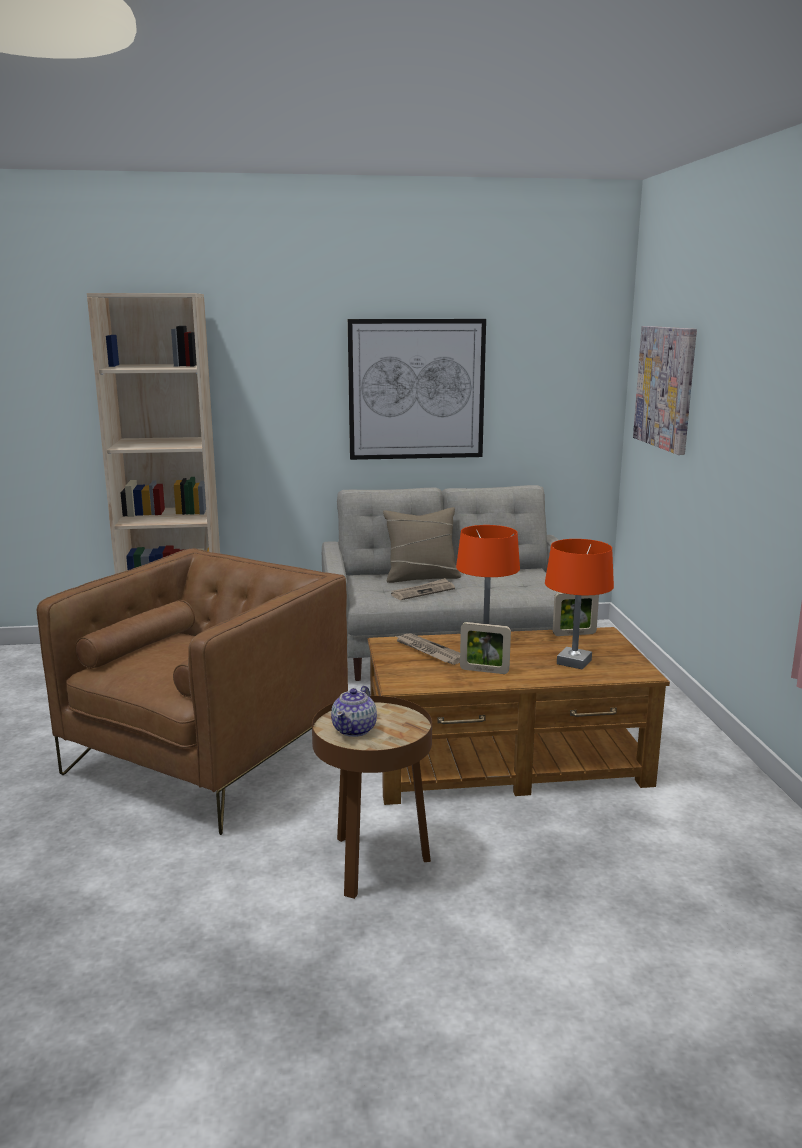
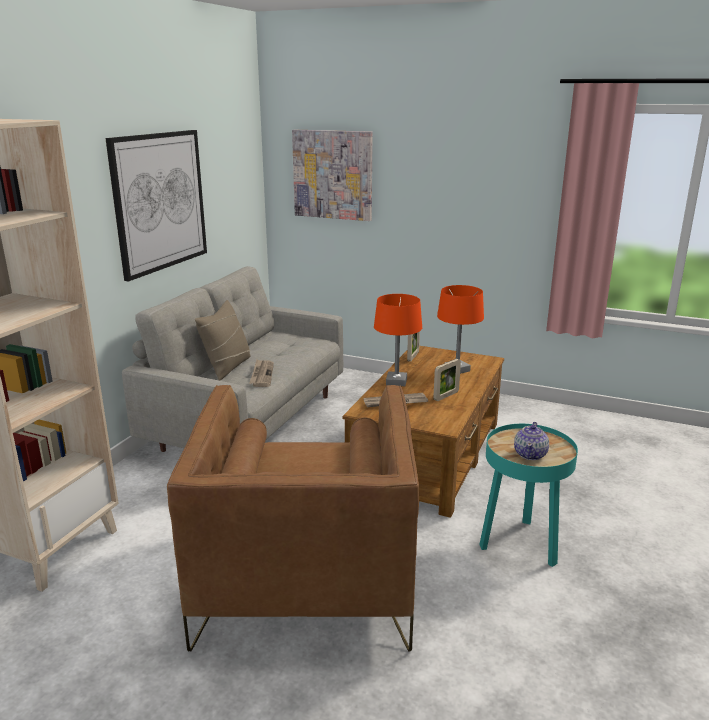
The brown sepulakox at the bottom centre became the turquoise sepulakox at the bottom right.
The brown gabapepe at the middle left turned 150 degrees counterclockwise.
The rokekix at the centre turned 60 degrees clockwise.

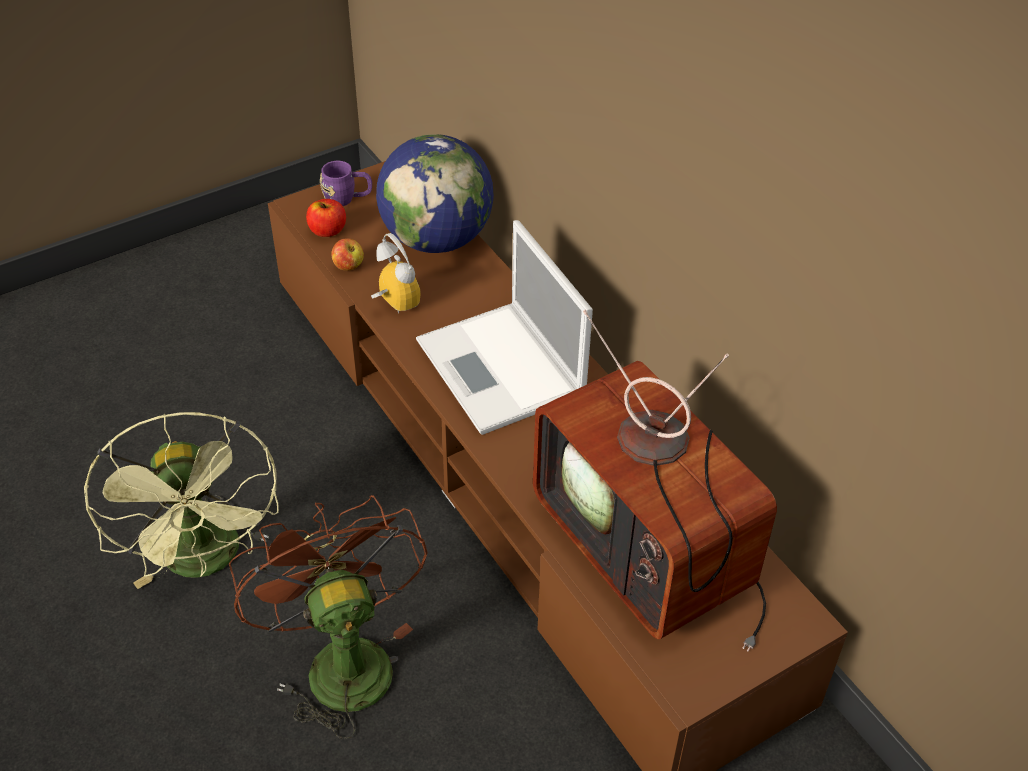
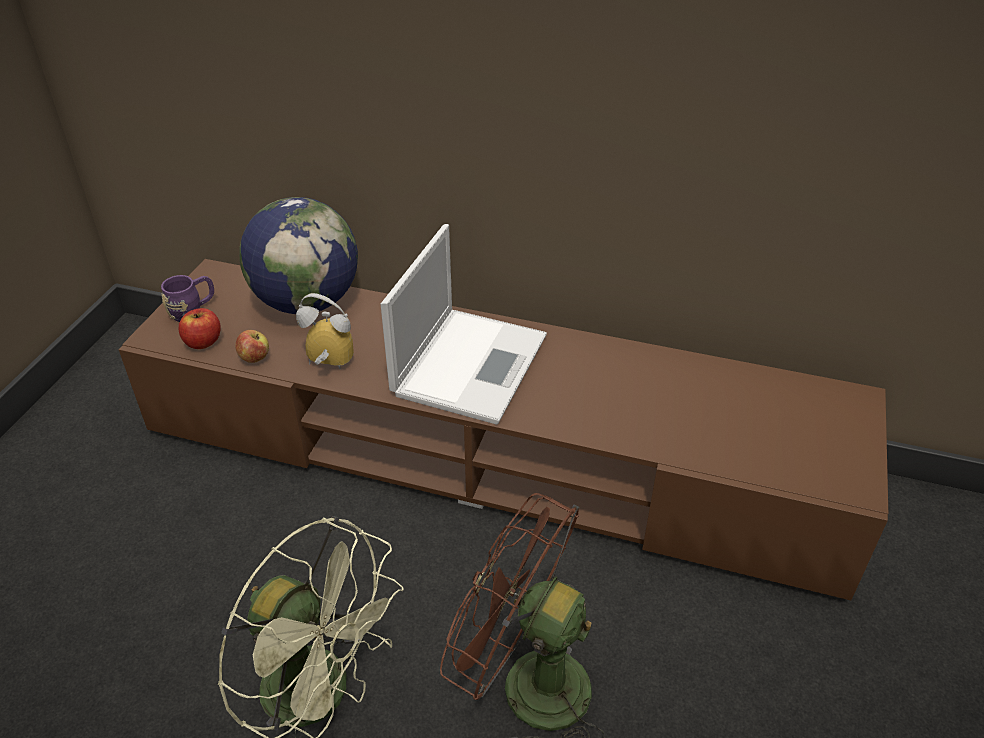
The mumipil at the centre disappeared.
The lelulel at the centre turned 90 degrees counterclockwise.

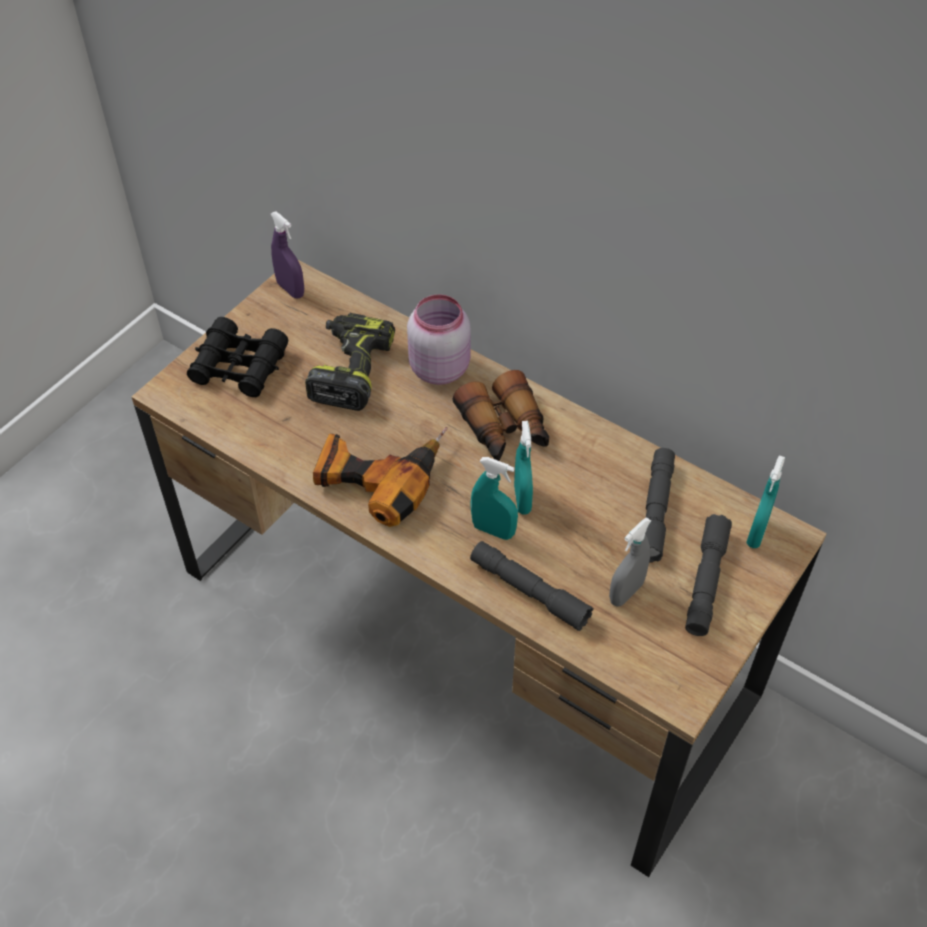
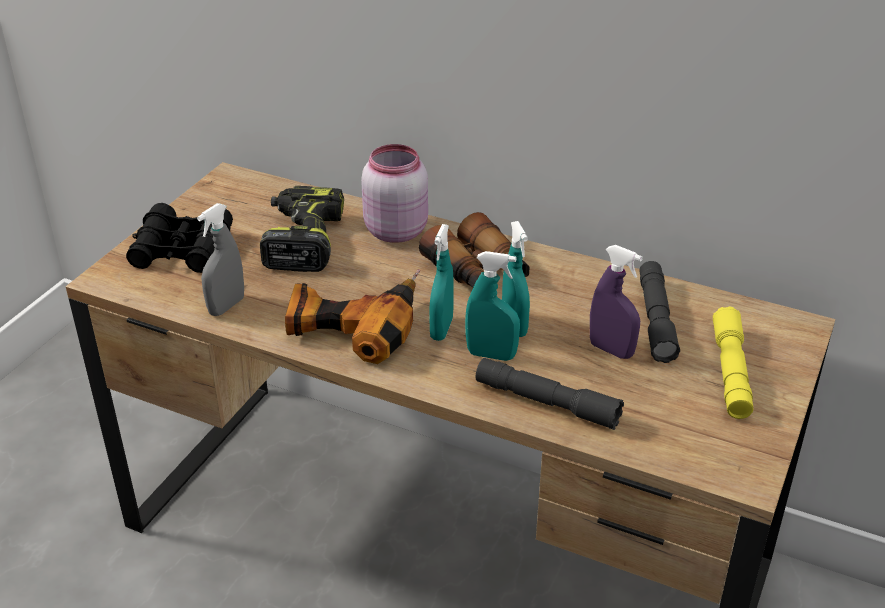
The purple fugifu moved from the top left to the middle right.
The grey fugifu moved from the middle right to the middle left.
The turquoise fugifu (3rd from left in the first image) moved from the middle right to the centre.
The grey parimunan (3rd from left) at the middle right became the yellow parimunan at the middle right.

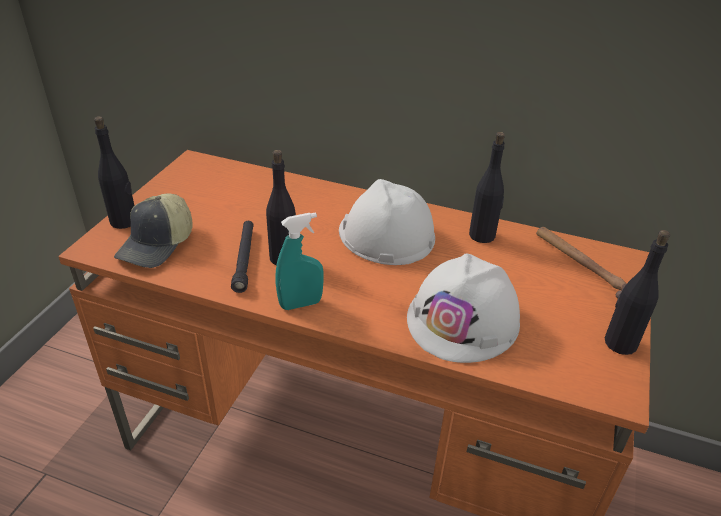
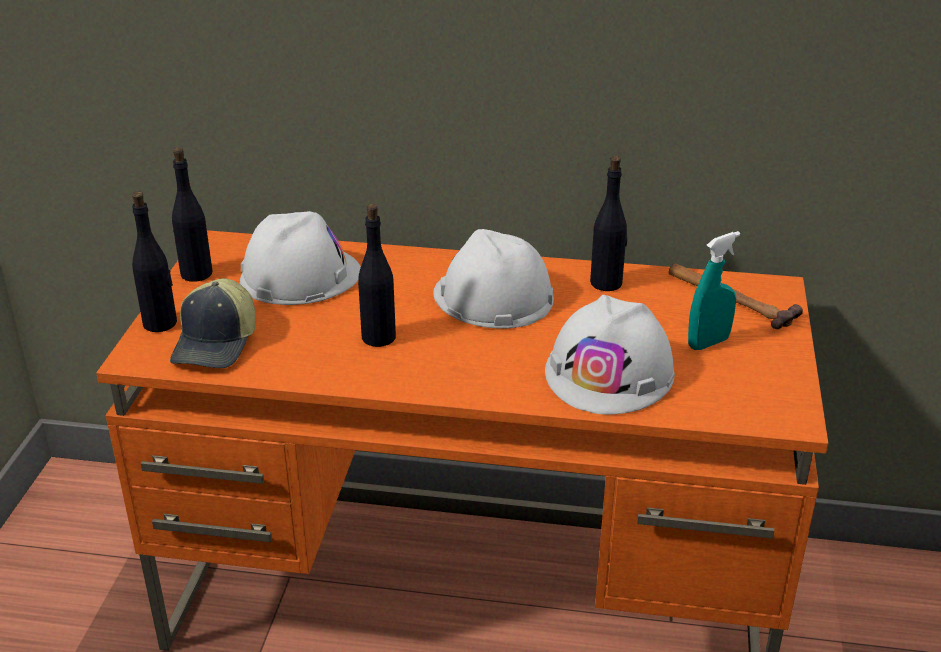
The black parimunan at the centre disappeared.
The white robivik (1st from left) at the middle left appeared.
The turquoise fugifu moved from the centre to the middle right.
The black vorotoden (4th from left in the first image) moved from the middle right to the top left.

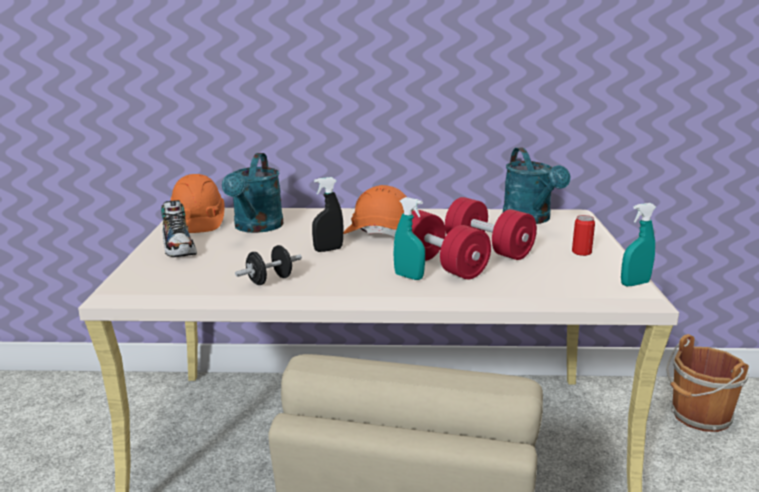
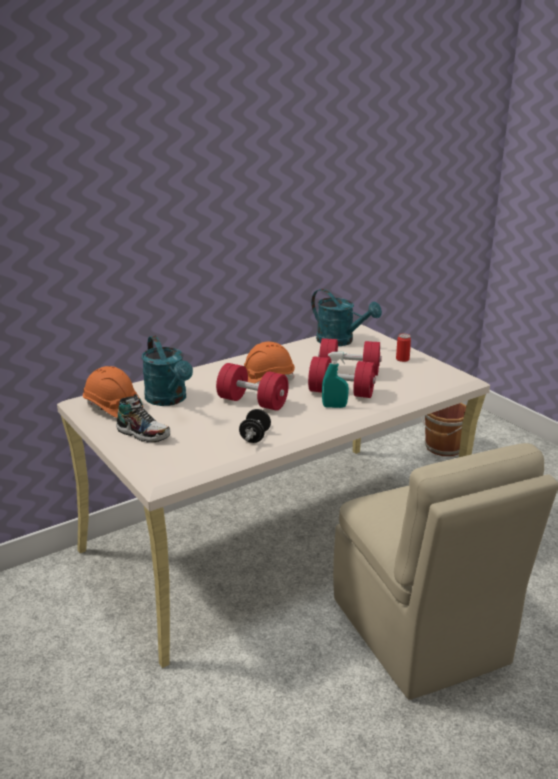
The turquoise fugifu (2nd from left) at the middle right disappeared.
The black fugifu at the centre was replaced by the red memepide (1st from left) at the centre.

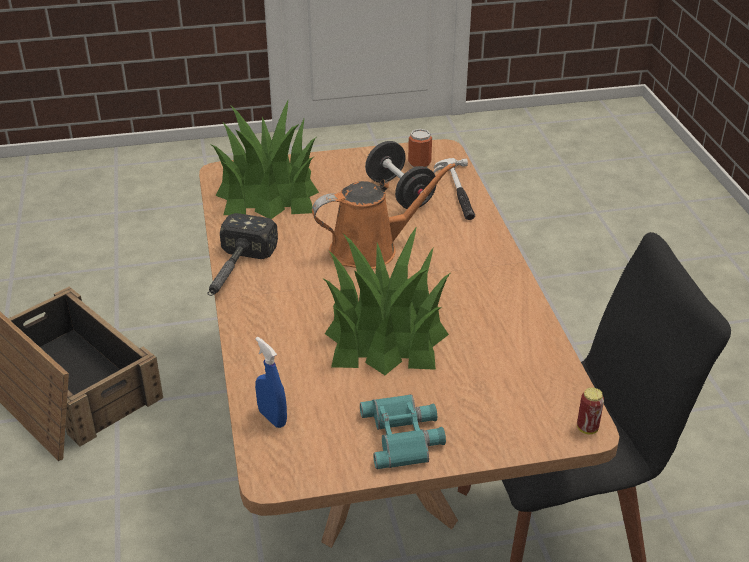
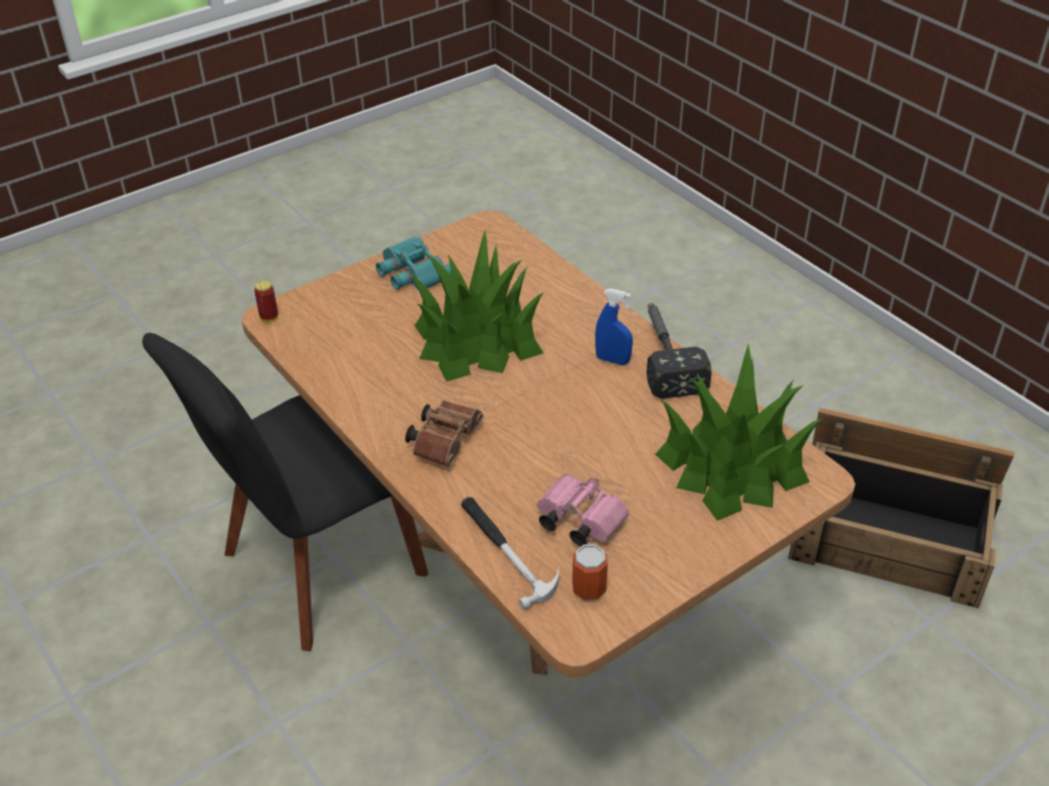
The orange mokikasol at the centre disappeared.
The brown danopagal at the centre appeared.
The blue fugifu moved from the bottom centre to the centre.
The black memepide at the top centre was replaced by the pink danopagal at the centre.

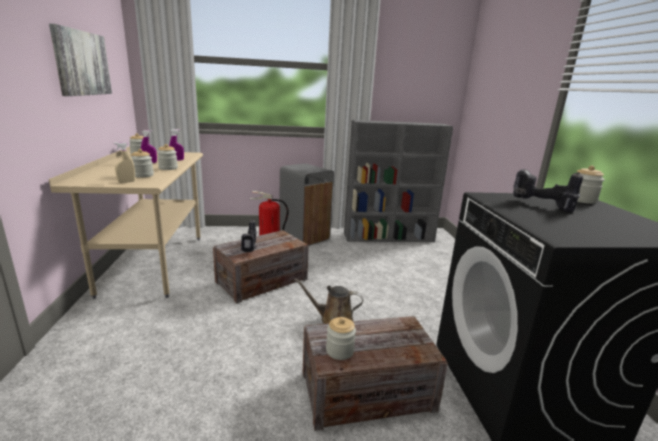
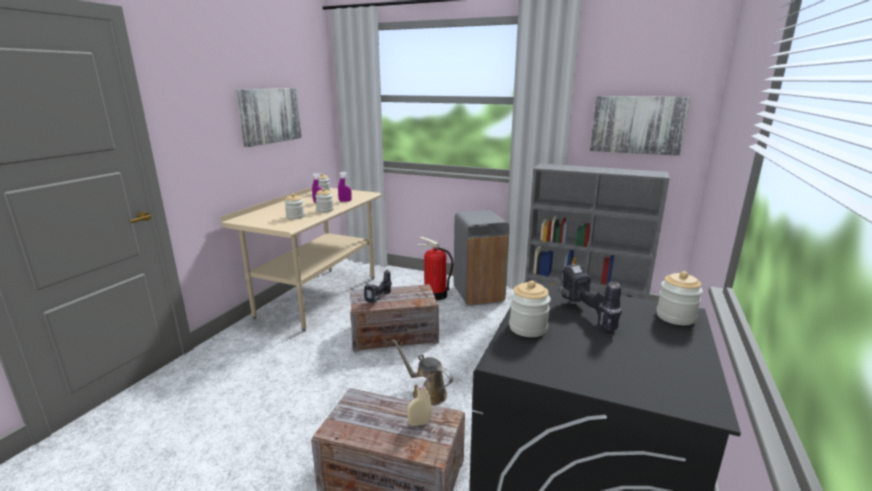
The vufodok (2nd from left) at the top right appeared.
The beige fugifu moved from the middle left to the bottom centre.
The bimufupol (4th from left) moved from the bottom centre to the centre.

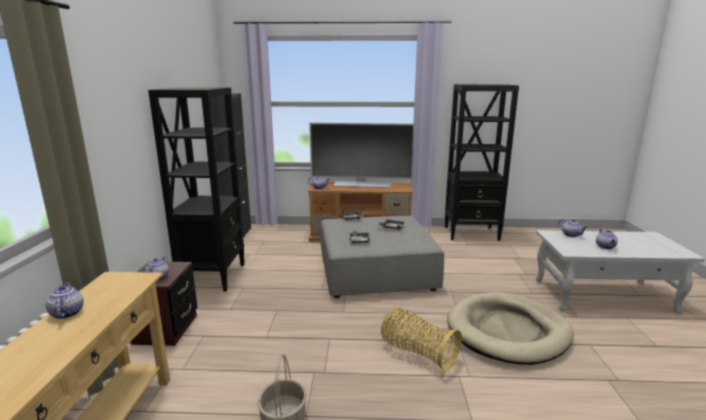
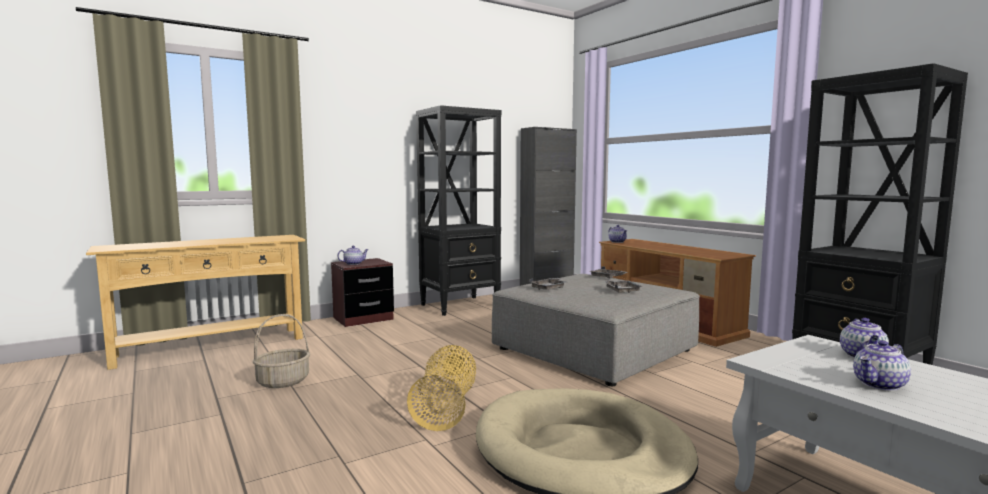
The rokekix (1st from left) at the bottom left disappeared.
The mumipil at the centre disappeared.

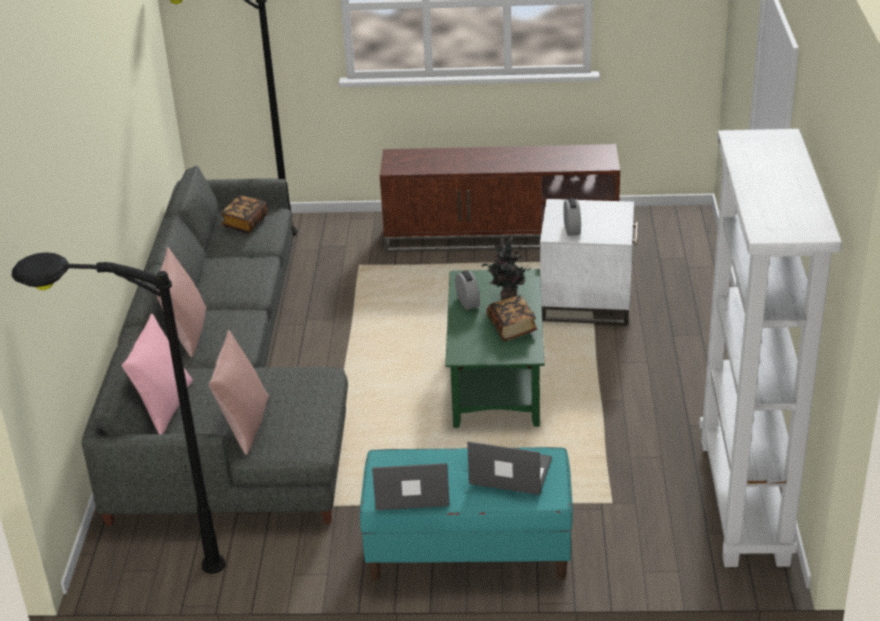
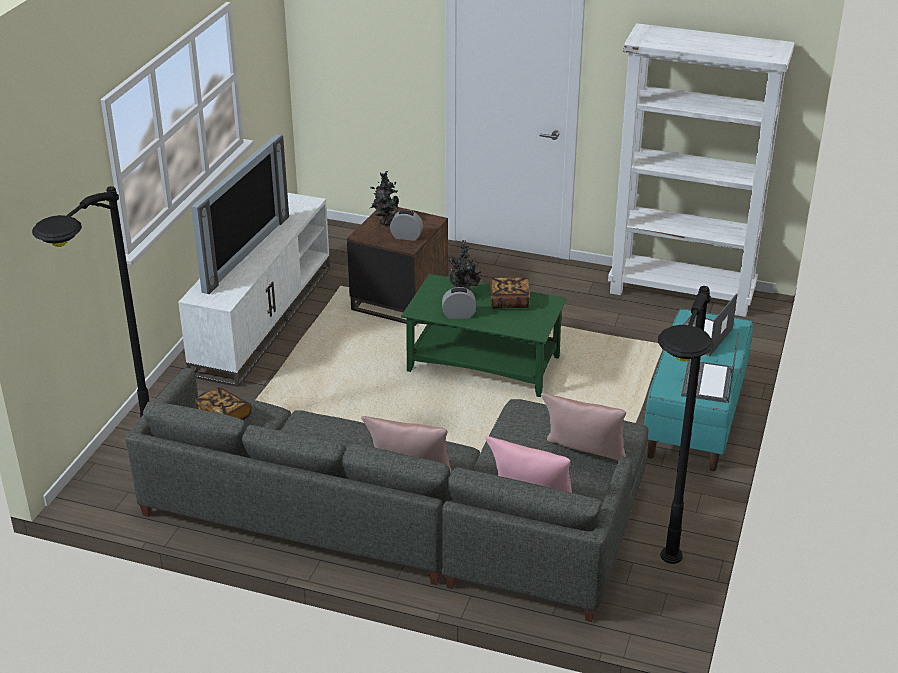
The mumipil at the top left appeared.
The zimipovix (1st from left) at the top centre appeared.
The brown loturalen at the top centre became the white loturalen at the middle left.
The white sepulakox at the middle right became the brown sepulakox at the centre.

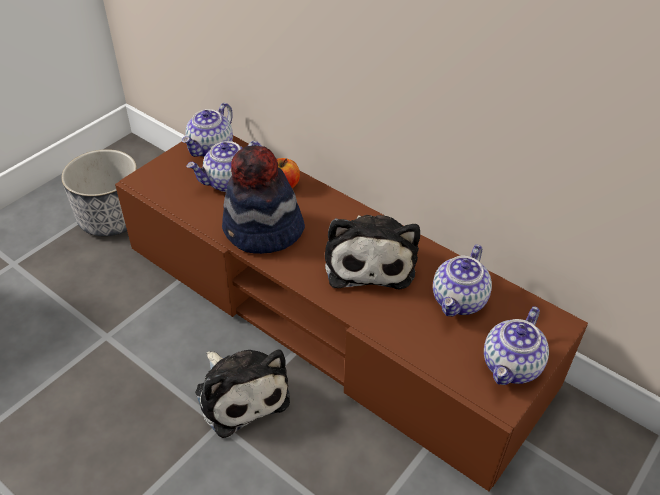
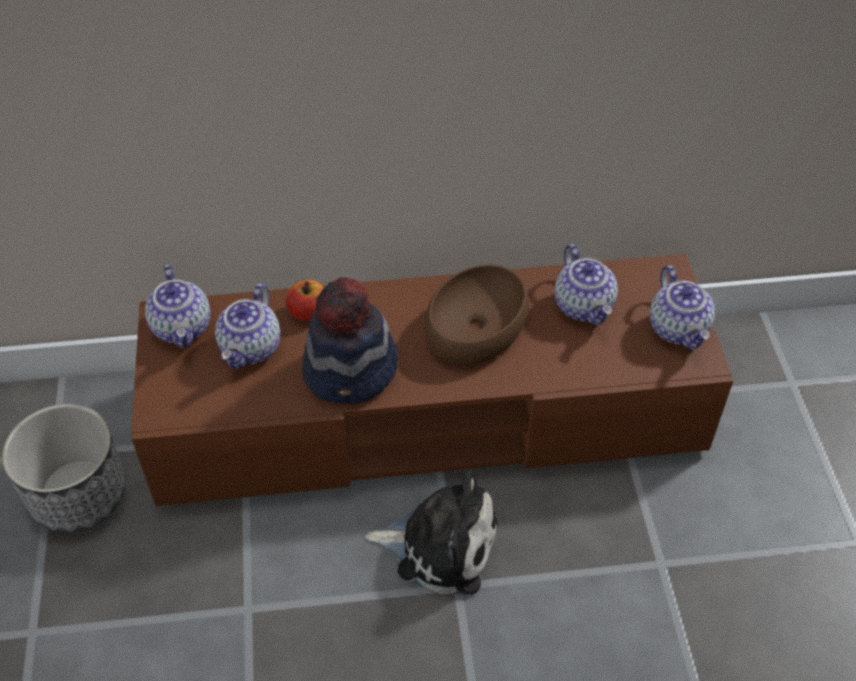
The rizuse (2nd from left) at the centre was replaced by the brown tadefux at the centre.

